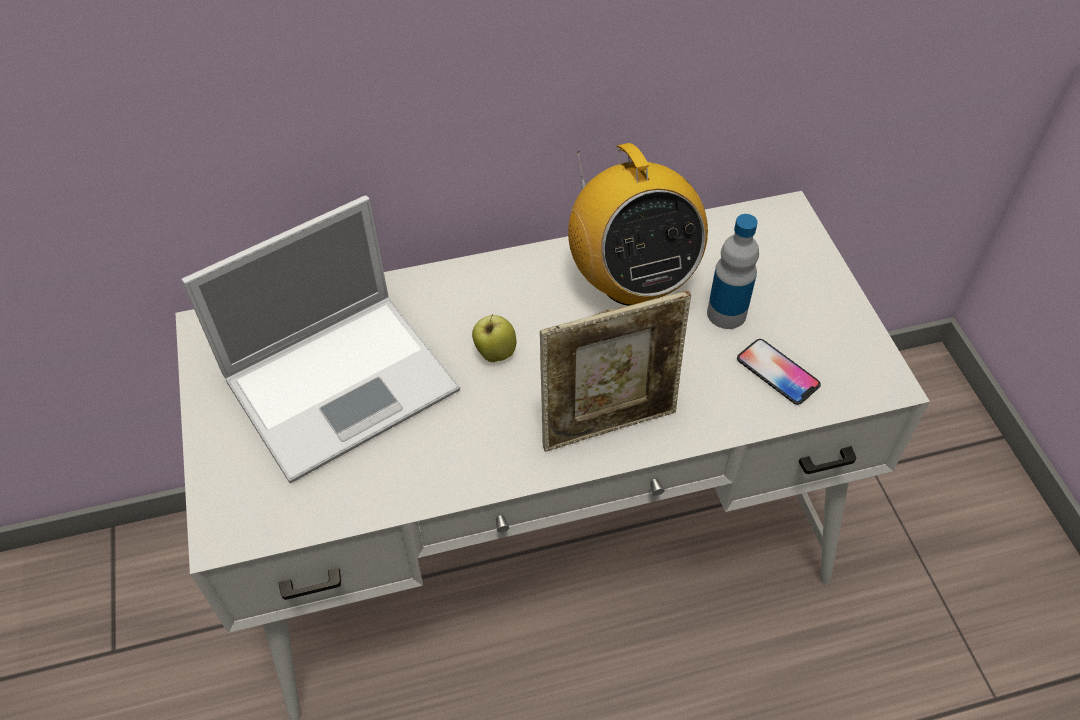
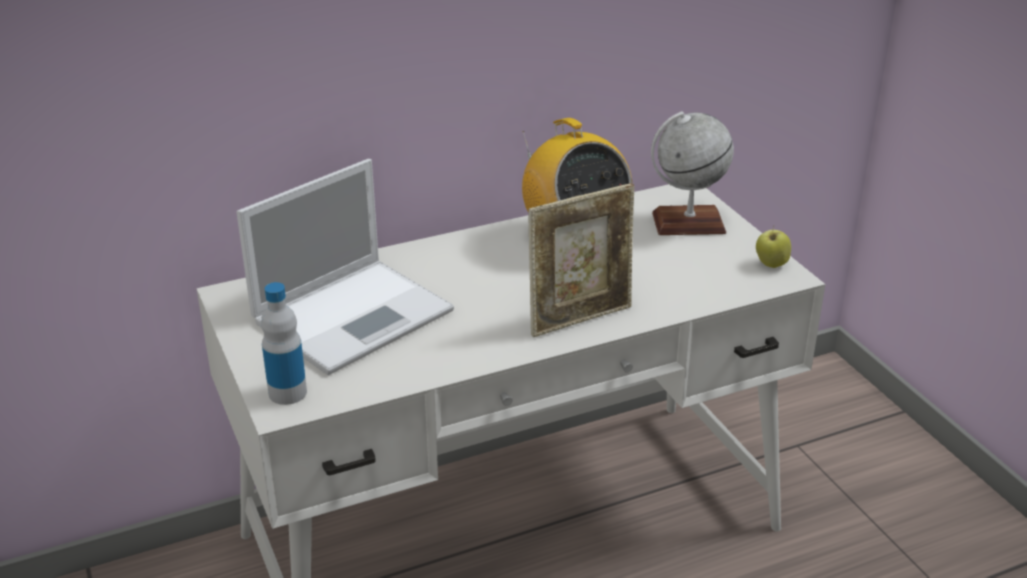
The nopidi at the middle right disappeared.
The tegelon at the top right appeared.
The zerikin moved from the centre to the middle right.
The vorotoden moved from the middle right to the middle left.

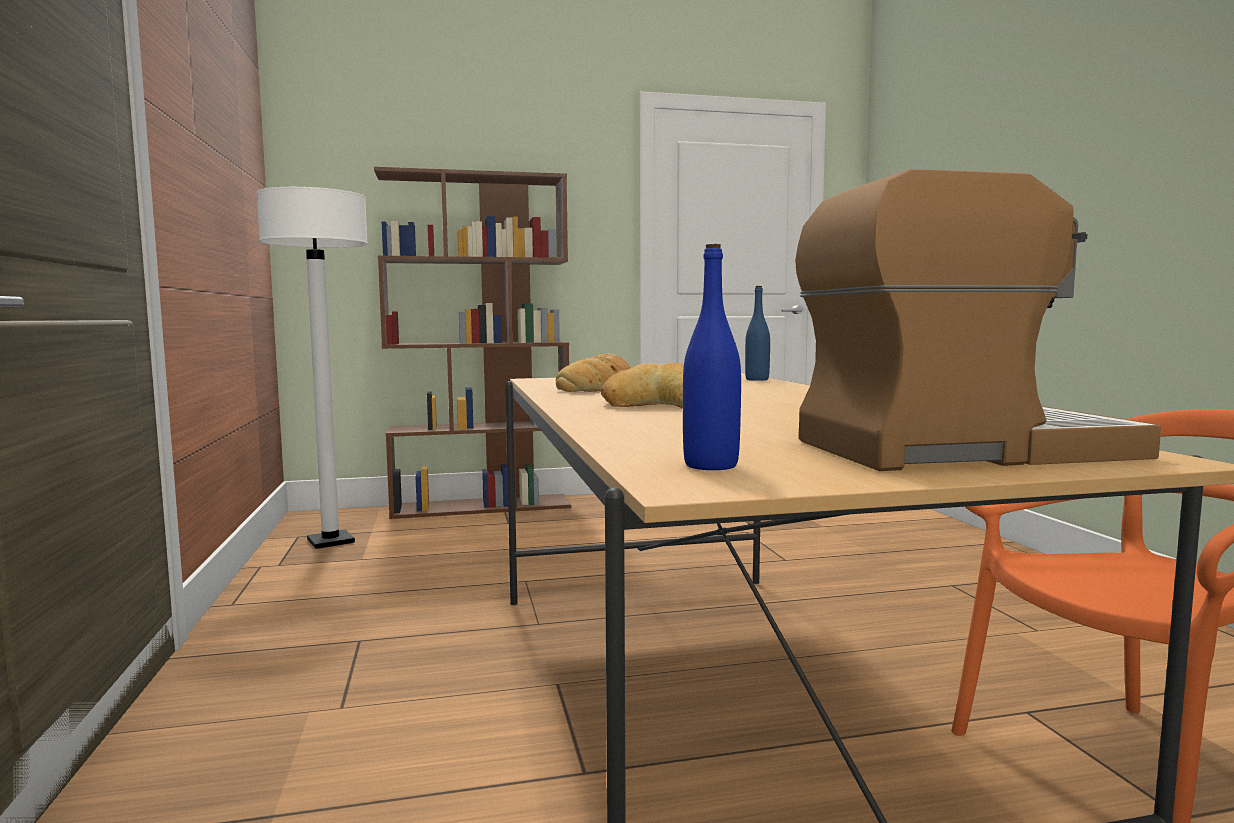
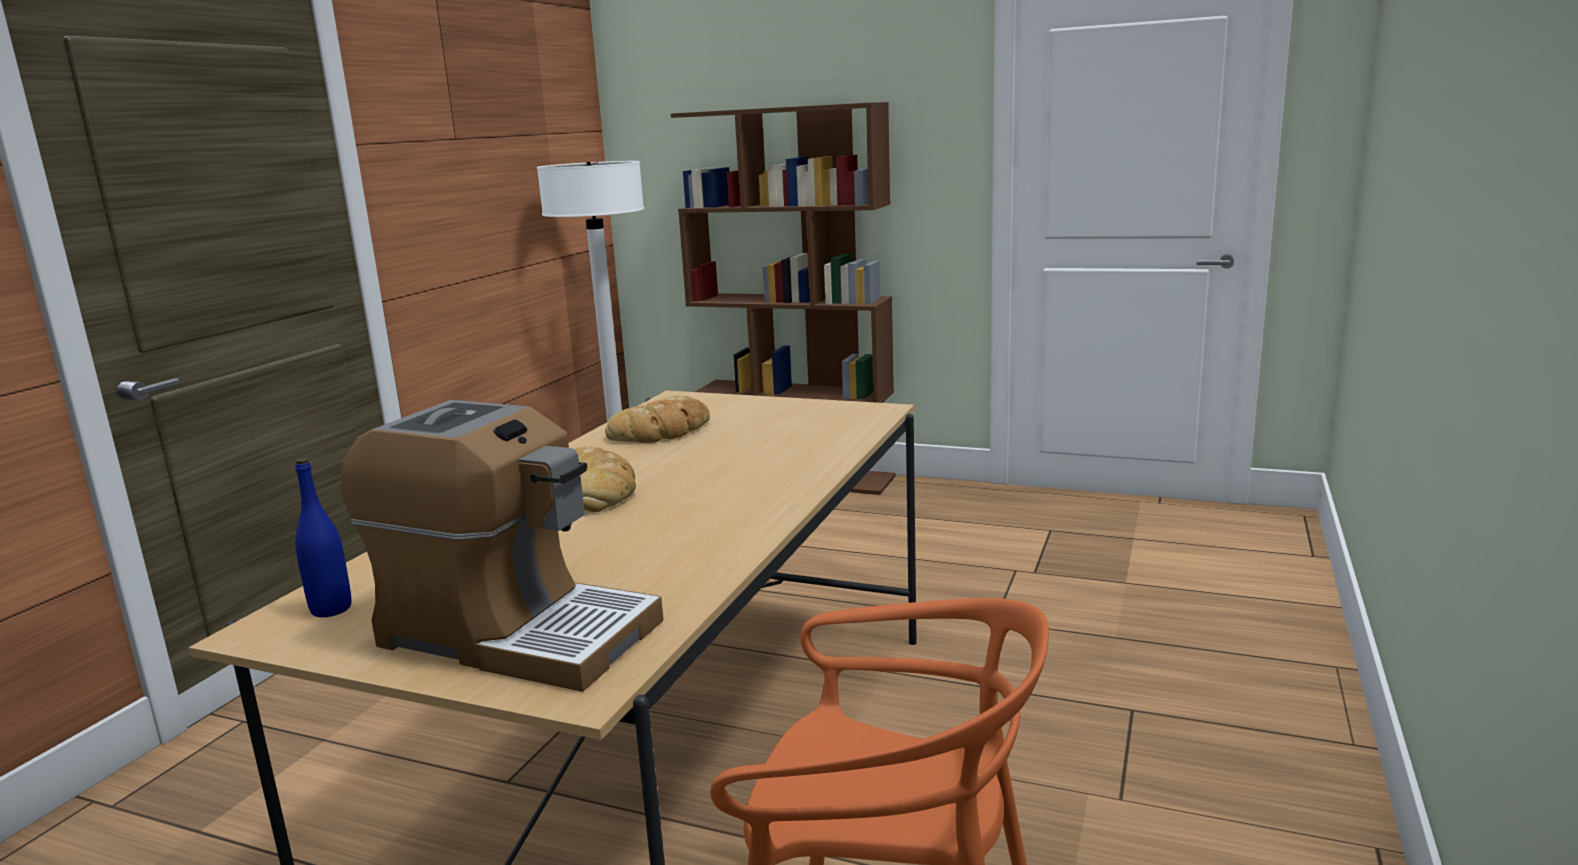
The blue vorotoden (2nd from left) at the centre disappeared.

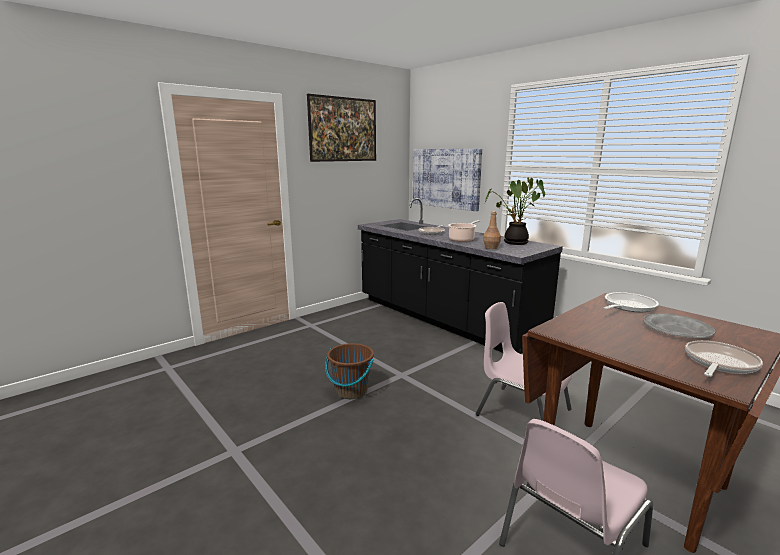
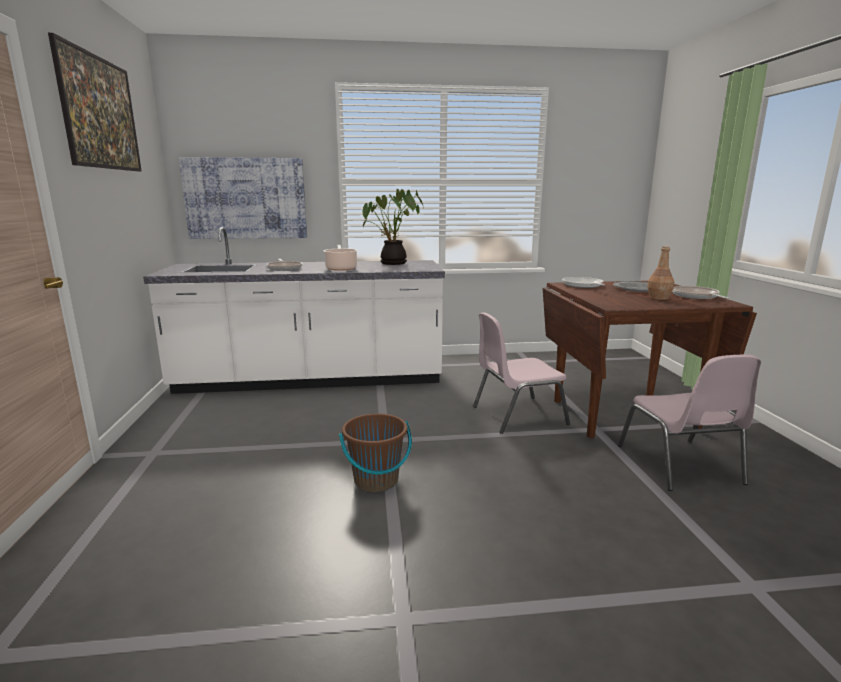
The brown vorotoden moved from the centre to the middle right.
The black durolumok at the centre became the white durolumok at the centre.

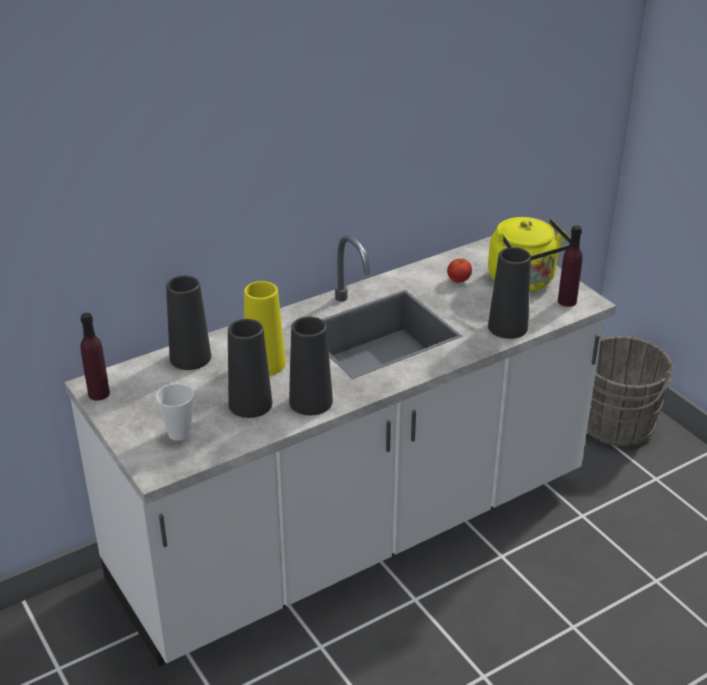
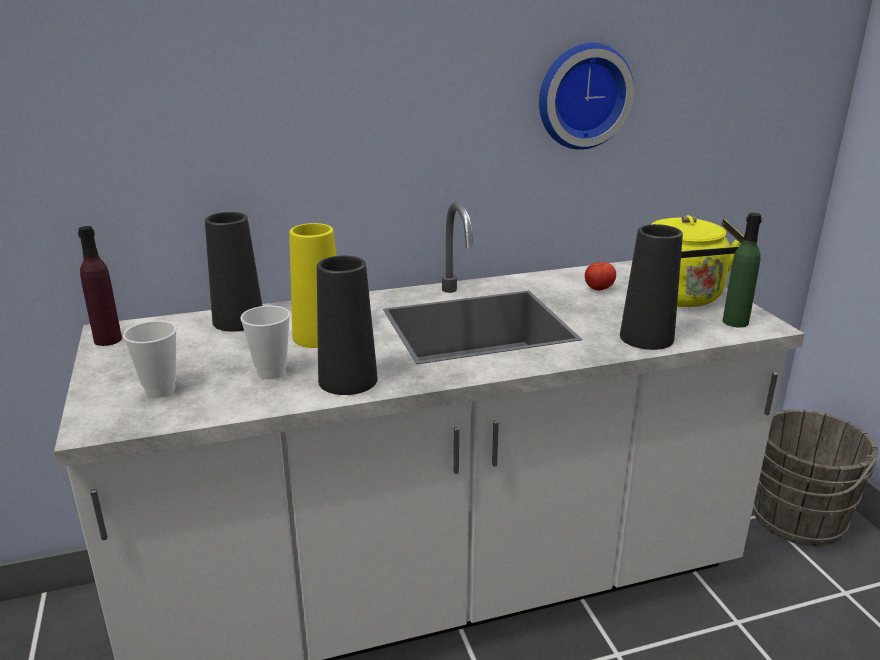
The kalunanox at the top centre appeared.
The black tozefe (2nd from left) at the centre was replaced by the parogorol (2nd from left) at the middle left.
The purple vorotoden (2nd from left) at the middle right became the green vorotoden at the middle right.

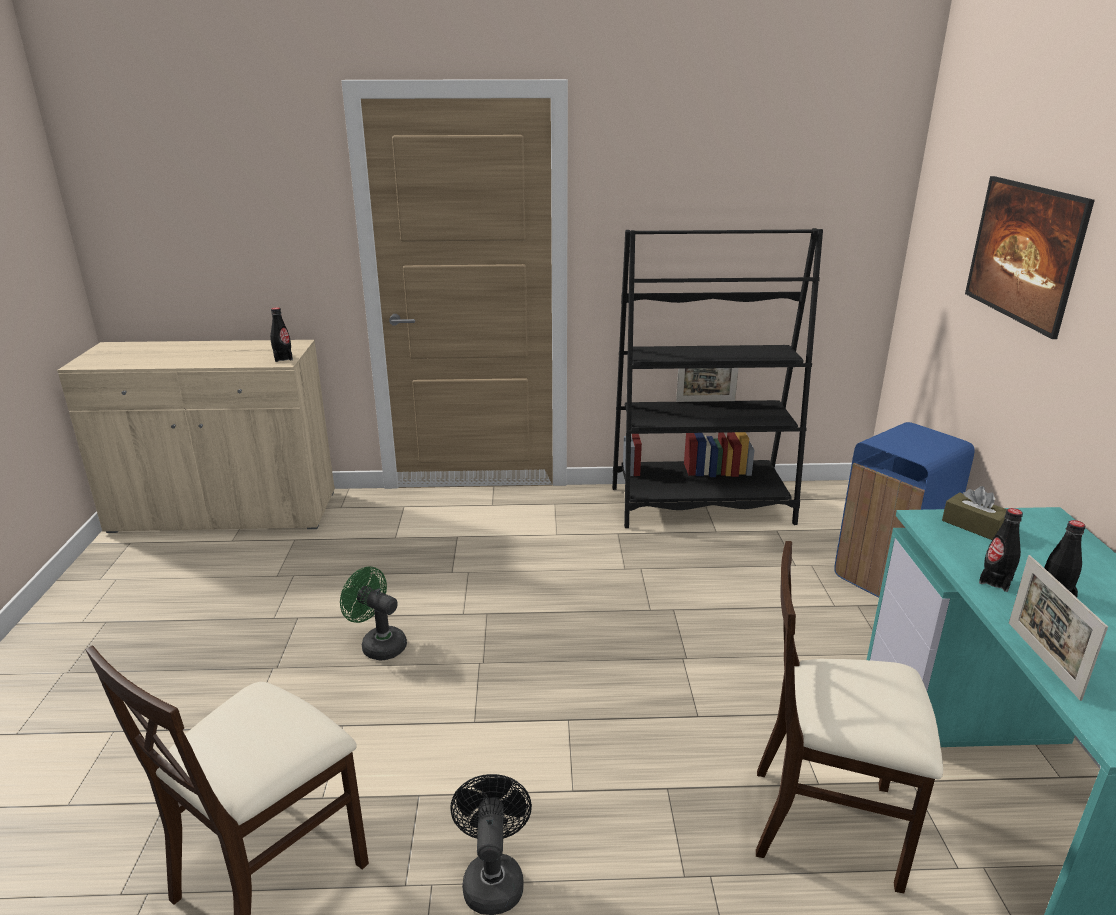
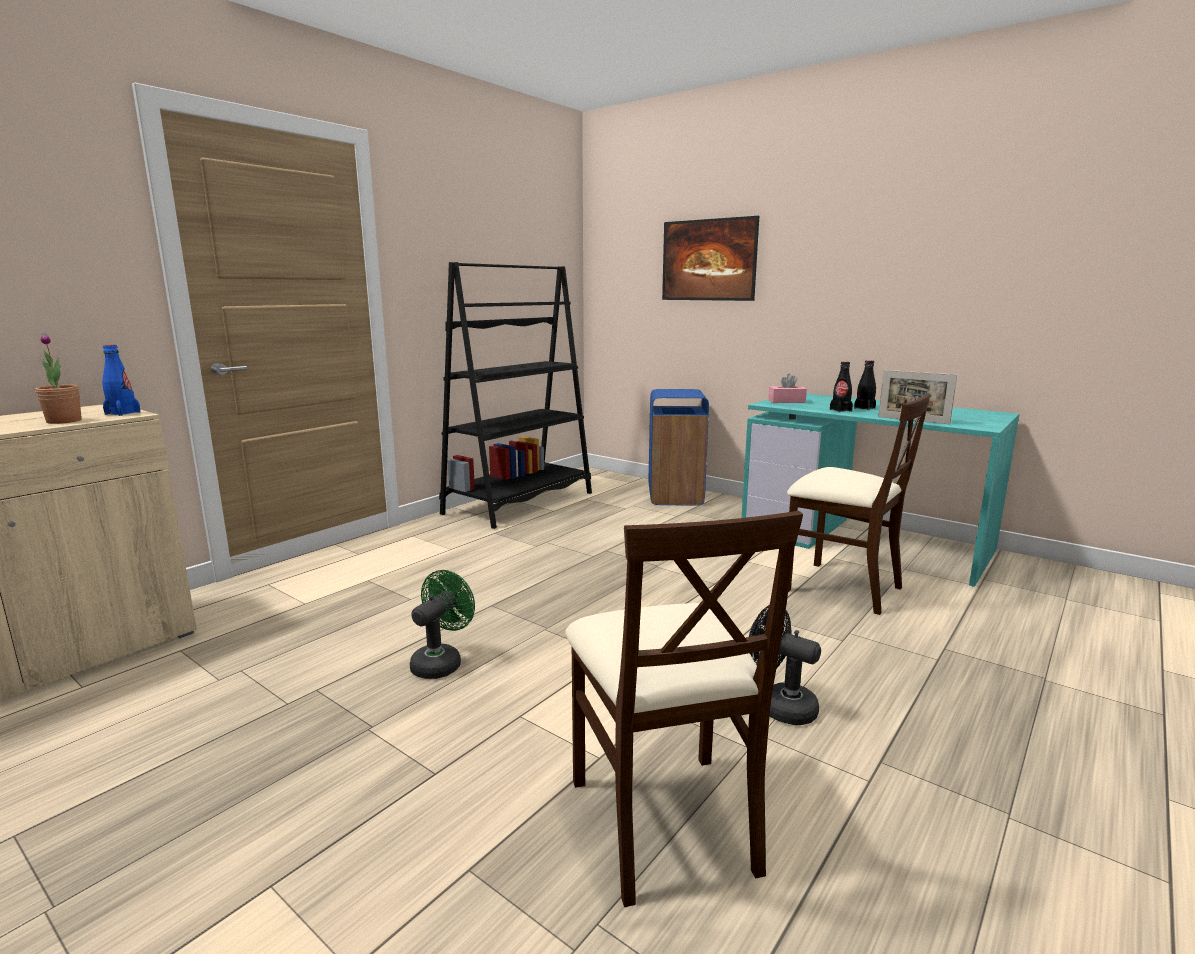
The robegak (1st from left) at the centre disappeared.
The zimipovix at the middle left appeared.
The black vorotoden (1st from left) at the middle left became the blue vorotoden at the middle left.
The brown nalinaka at the middle right became the pink nalinaka at the centre.
The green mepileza at the bottom centre turned 135 degrees clockwise.
The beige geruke (2nd from left) at the bottom right turned 105 degrees counterclockwise.

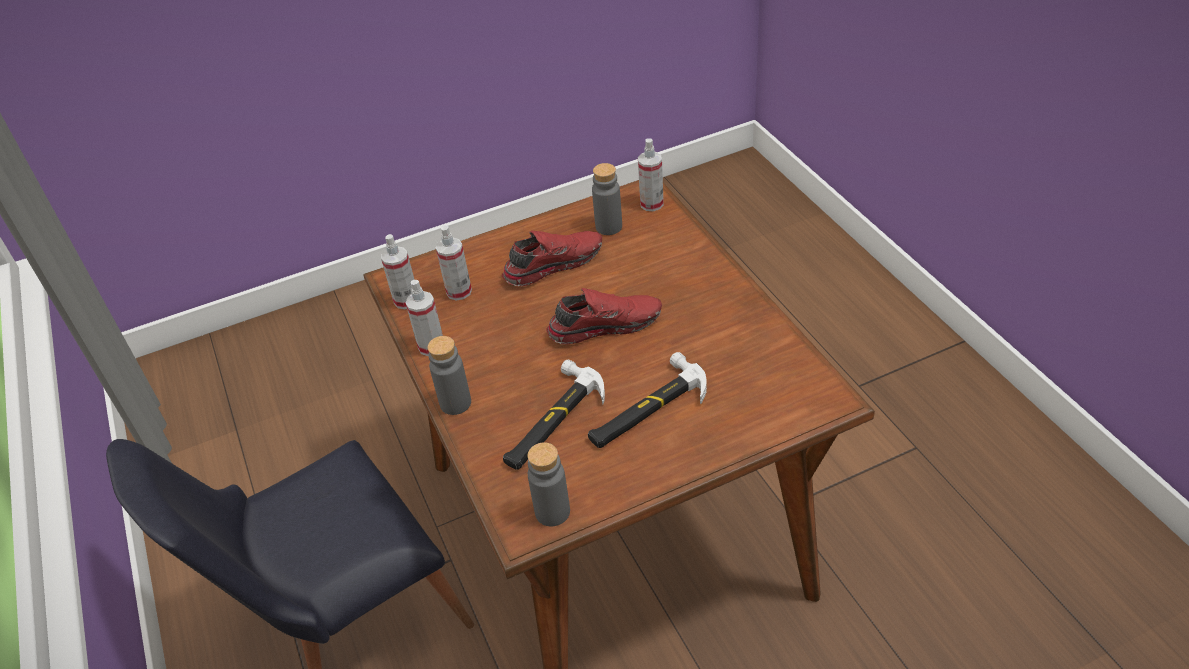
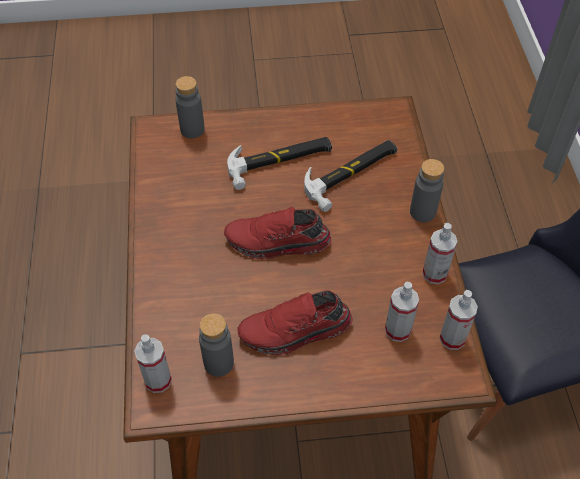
The grey vorotoden (2nd from left in the first image) moved from the bottom centre to the top left.

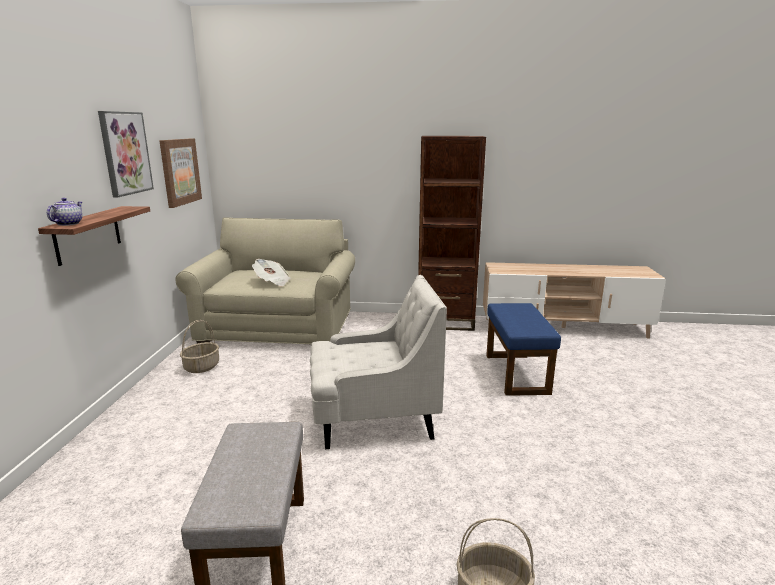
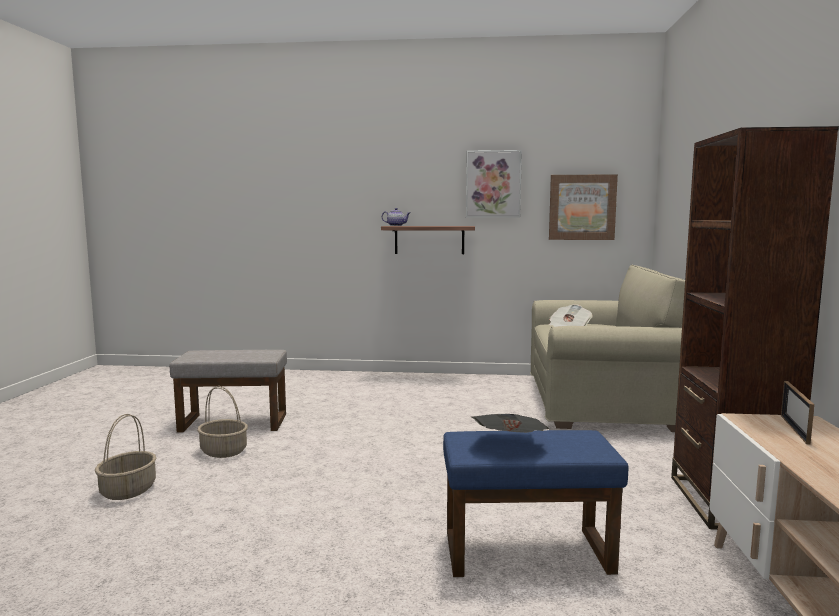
The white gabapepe at the centre disappeared.
The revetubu (1st from left) at the bottom centre appeared.
The robegak at the bottom right appeared.
The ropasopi (1st from left in the first image) moved from the middle left to the bottom left.

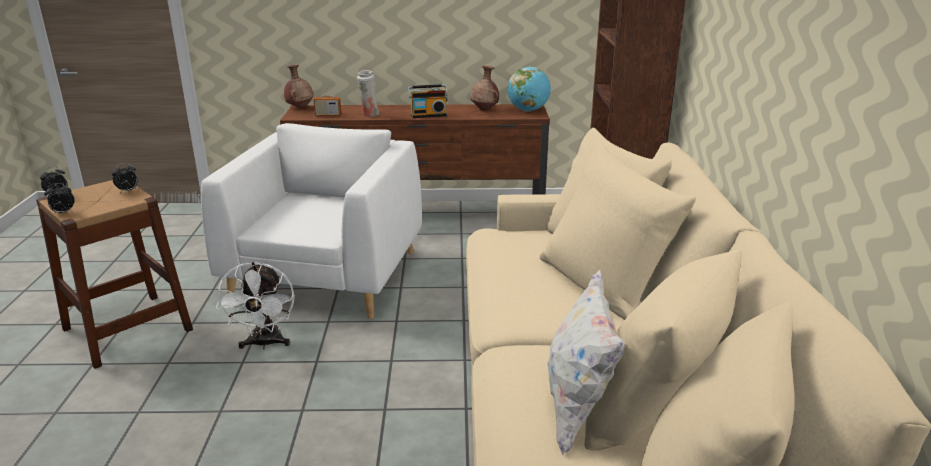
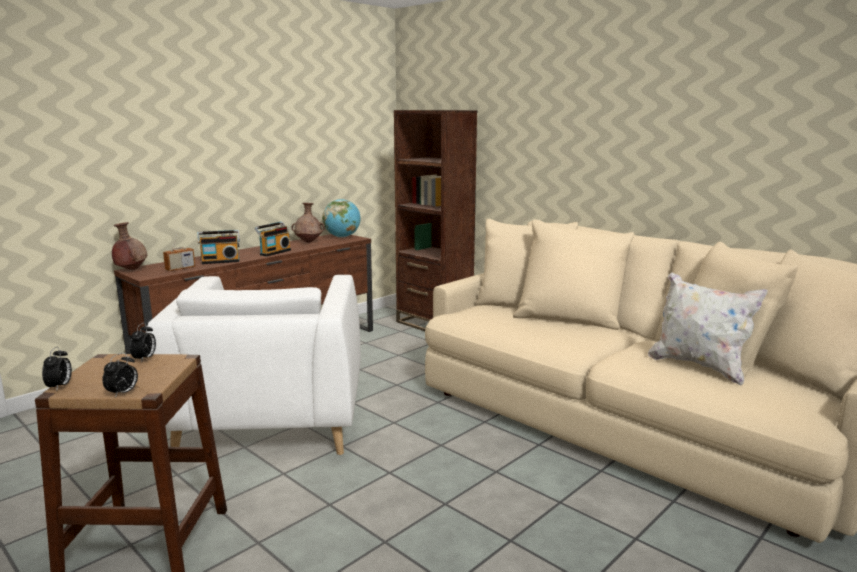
The white mepileza at the middle left disappeared.
The white tozefe at the top centre was replaced by the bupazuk (2nd from left) at the middle left.
The white gabapepe at the centre turned 150 degrees counterclockwise.

